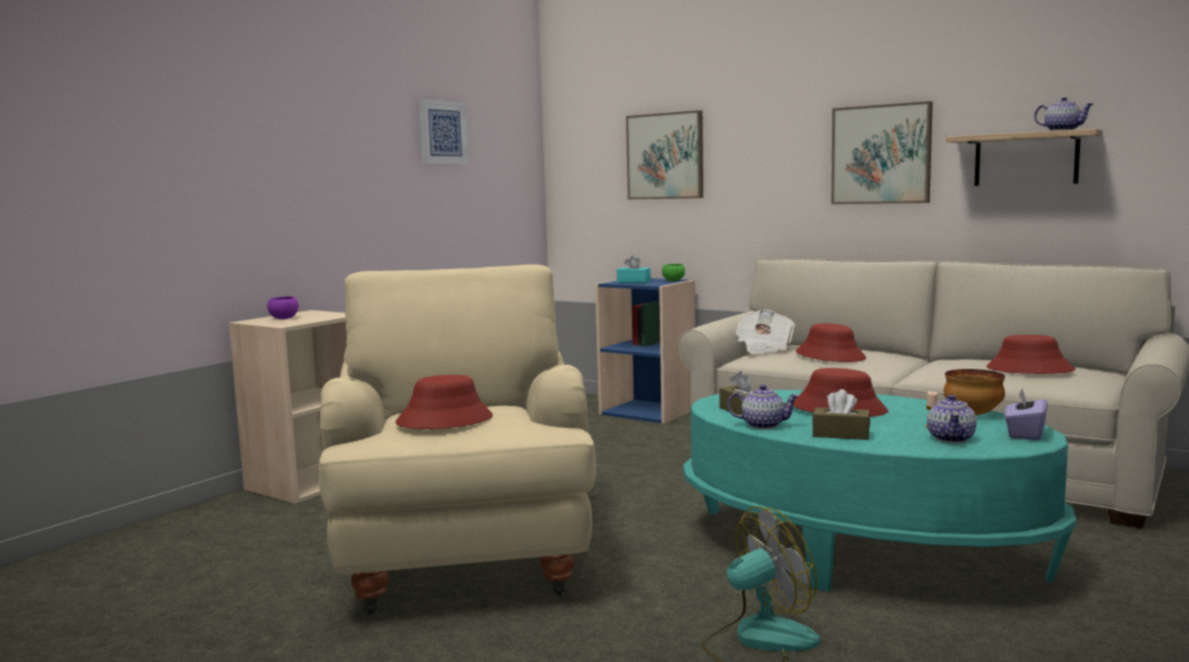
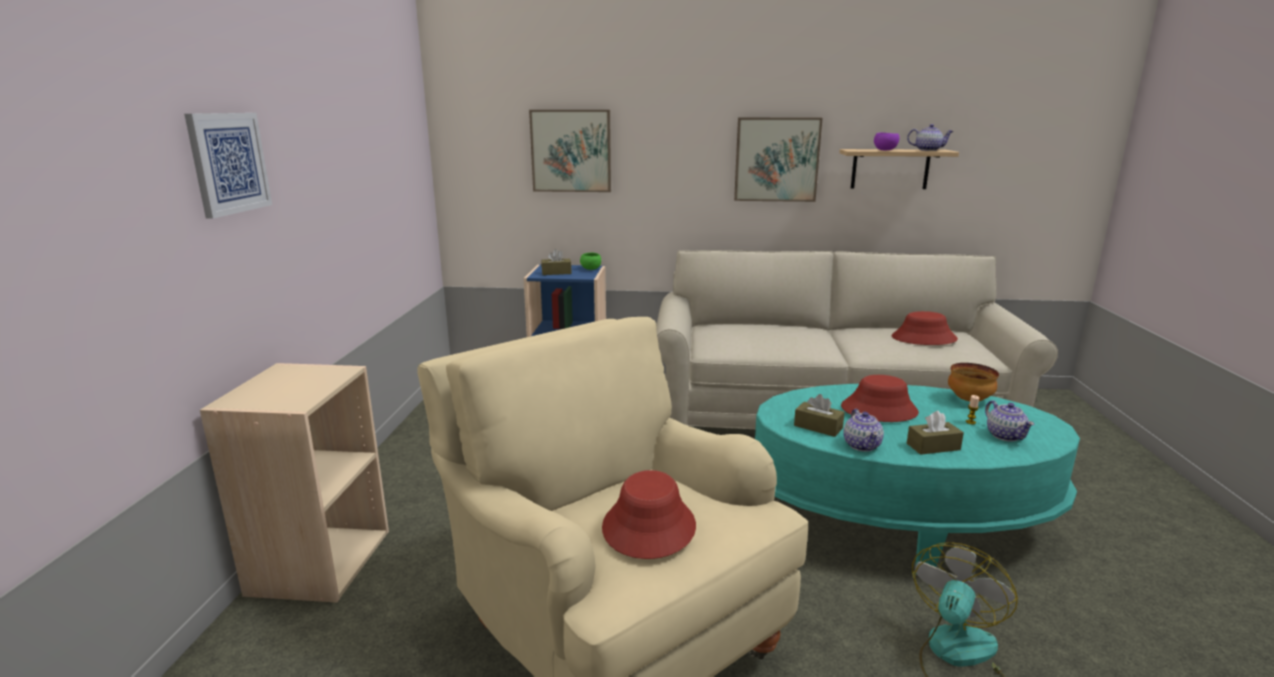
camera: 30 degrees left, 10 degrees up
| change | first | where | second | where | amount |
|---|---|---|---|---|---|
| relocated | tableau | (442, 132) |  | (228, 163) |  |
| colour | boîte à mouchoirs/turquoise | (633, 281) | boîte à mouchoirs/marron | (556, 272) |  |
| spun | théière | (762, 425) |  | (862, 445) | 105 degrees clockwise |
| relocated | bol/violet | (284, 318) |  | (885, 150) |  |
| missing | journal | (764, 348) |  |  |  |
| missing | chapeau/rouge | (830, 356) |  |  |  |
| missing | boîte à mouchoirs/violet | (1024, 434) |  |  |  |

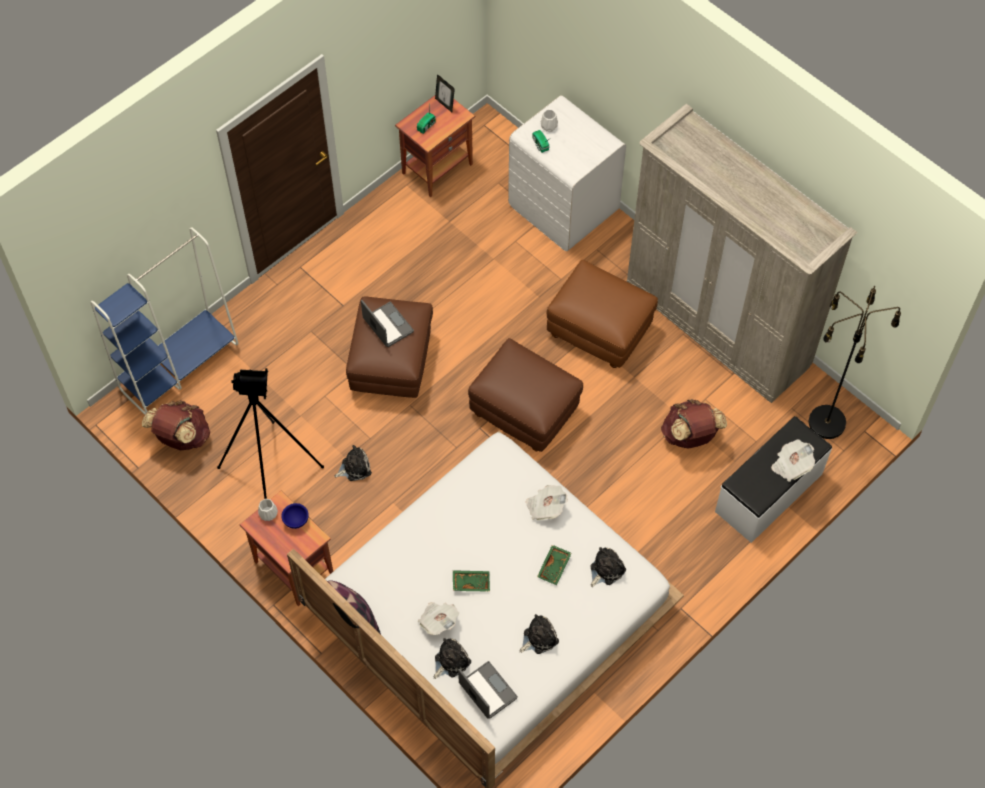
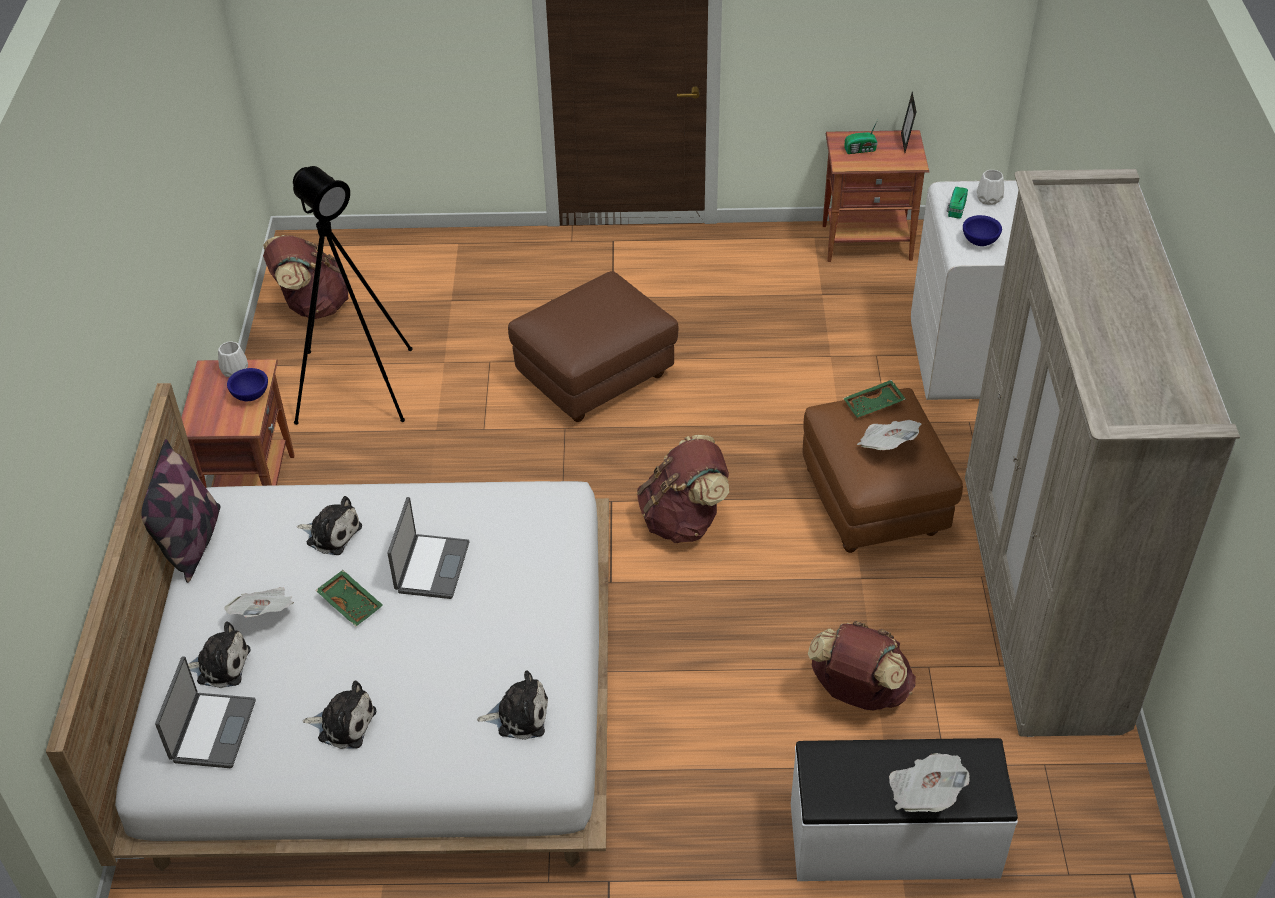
camera: 45 degrees right, 15 degrees down
| change | first | where | second | where | amount |
|---|---|---|---|---|---|
| relocated | peluche | (354, 467) |  | (331, 534) |  |
| relocated | ordinateur portable | (387, 326) |  | (431, 567) |  |
| exchanged | pouf/marron | (525, 411) | sac à dos/marron | (683, 521) |  |
| relocated | plateau/vert | (554, 567) |  | (874, 405) |  |
| relocated | journal | (545, 507) |  | (887, 445) |  |
| appeared |  |  | bol/bleu | (979, 241) |  |
| missing | portant/bleu | (180, 368) |  |  |  |
| missing | lampadaire | (826, 422) |  |  |  |

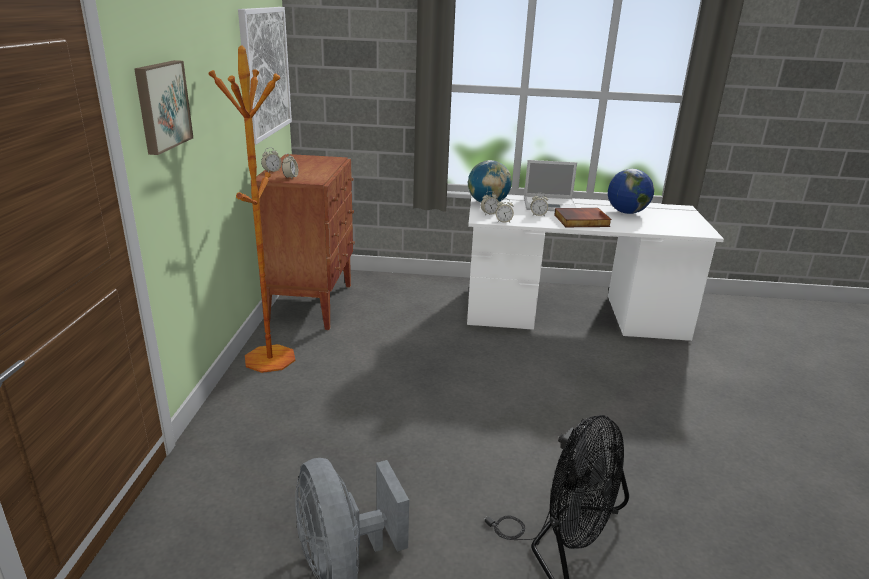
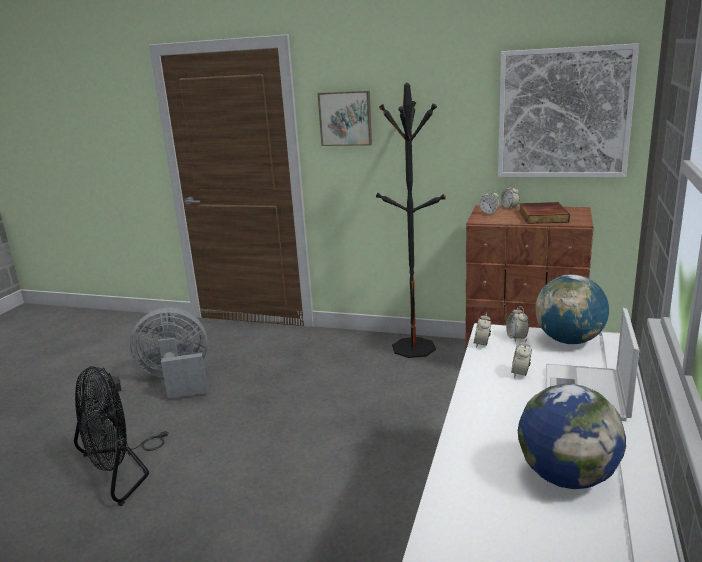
camera: 105 degrees right, 5 degrees down
| change | first | where | second | where | amount |
|---|---|---|---|---|---|
| colour | portant/orange | (270, 358) | portant/noir | (414, 347) |  |
| relocated | livre | (581, 221) |  | (541, 216) |  |

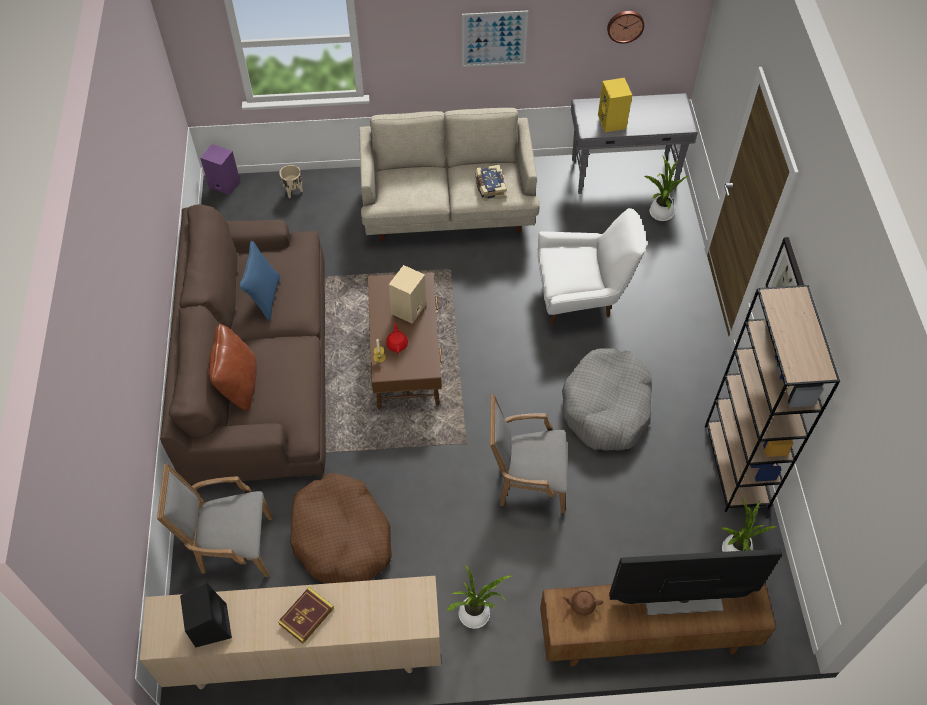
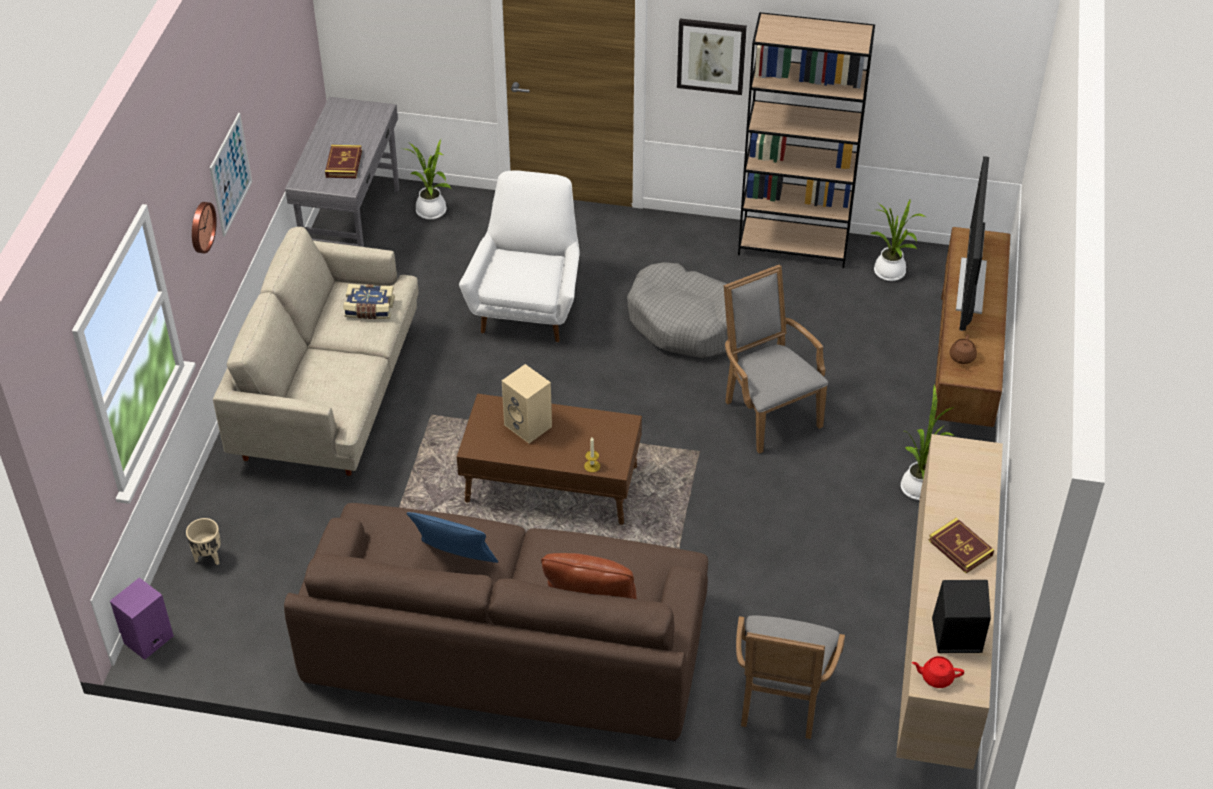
camera: 75 degrees left, 10 degrees down
| change | first | where | second | where | amount |
|---|---|---|---|---|---|
| relocated | horloge murale | (625, 25) |  | (201, 227) |  |
| exchanged | enceinte/jaune | (612, 122) | livre | (344, 164) |  |
| spun | fauteuil/gris | (526, 483) |  | (767, 411) | 135 degrees clockwise |
| relocated | théière/rouge | (397, 344) |  | (936, 677) |  |
| missing | panier pour chien/marron | (342, 537) |  |  |  |

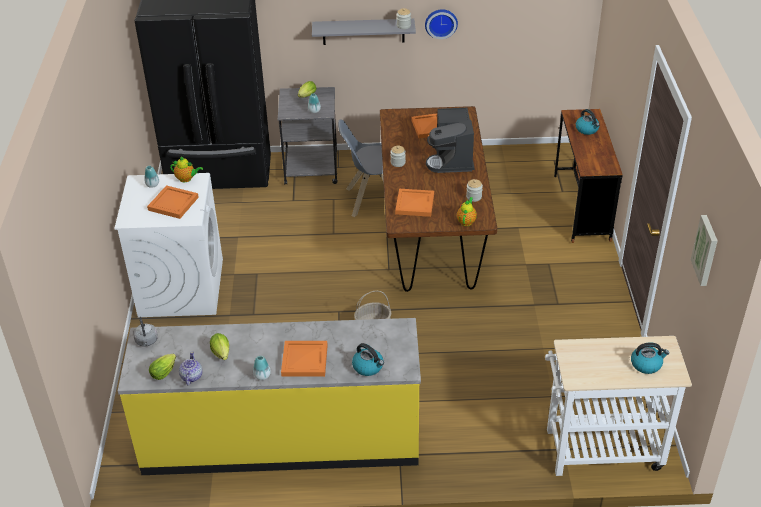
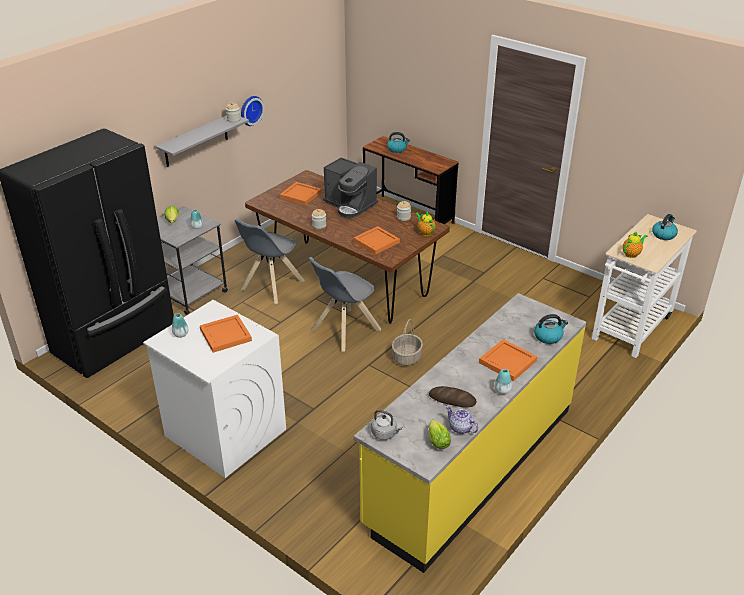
camera: 50 degrees left, 5 degrees down
| change | first | where | second | where | amount |
|---|---|---|---|---|---|
| appeared |  |  | chaise/gris | (344, 330) |  |
| exchanged | laitue | (222, 354) | pain | (452, 399) |  |
| relocated | théière | (186, 179) |  | (632, 254) |  |
| missing | tableau | (706, 250) |  |  |  |

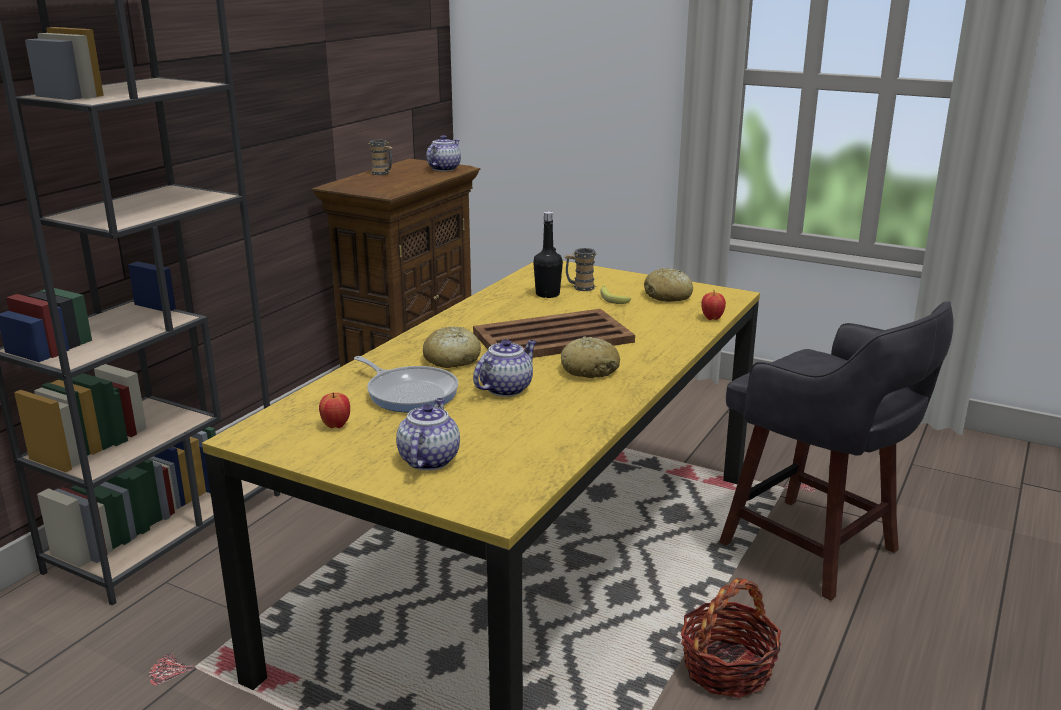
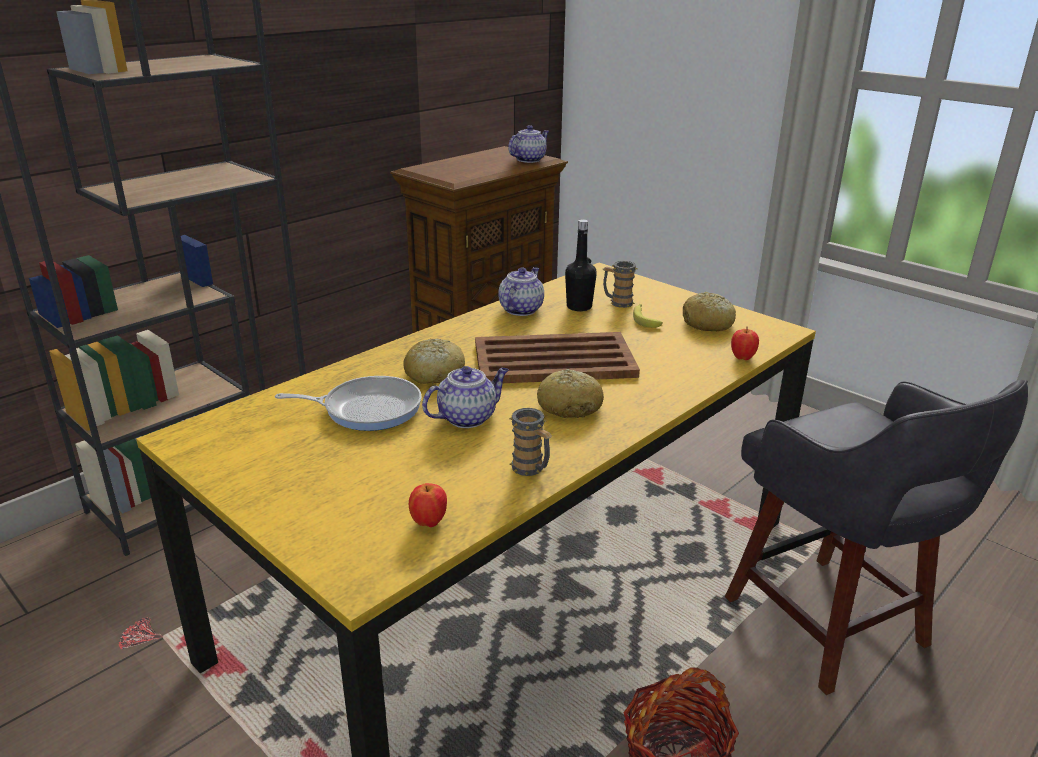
camera: 15 degrees right, 5 degrees up
| change | first | where | second | where | amount |
|---|---|---|---|---|---|
| spun | poêle | (409, 393) |  | (367, 409) | 60 degrees counterclockwise |
| relocated | pomme | (336, 426) |  | (429, 522) |  |
| relocated | théière | (428, 459) |  | (521, 309) |  |
| relocated | mug | (382, 173) |  | (531, 469) |  |

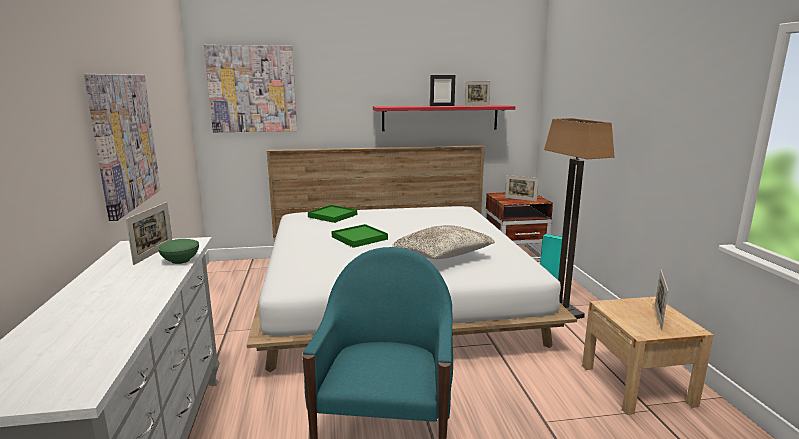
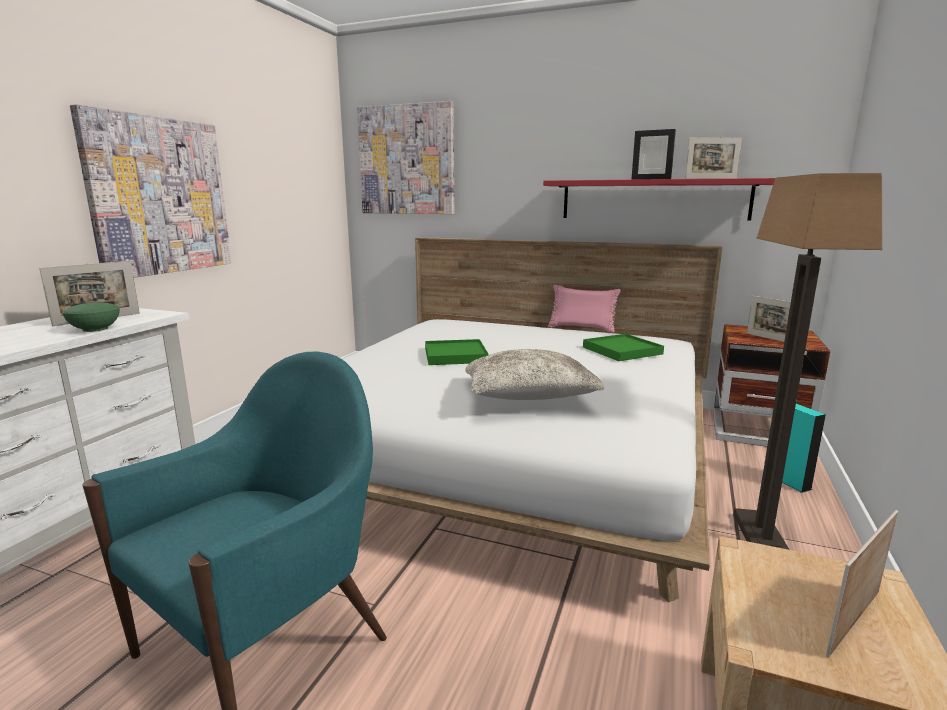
camera: 30 degrees right, 0 degrees up
| change | first | where | second | where | amount |
|---|---|---|---|---|---|
| appeared |  |  | coussin/rose | (582, 328) |  |
| relocated | plateau/vert | (332, 216) |  | (622, 351) |  |

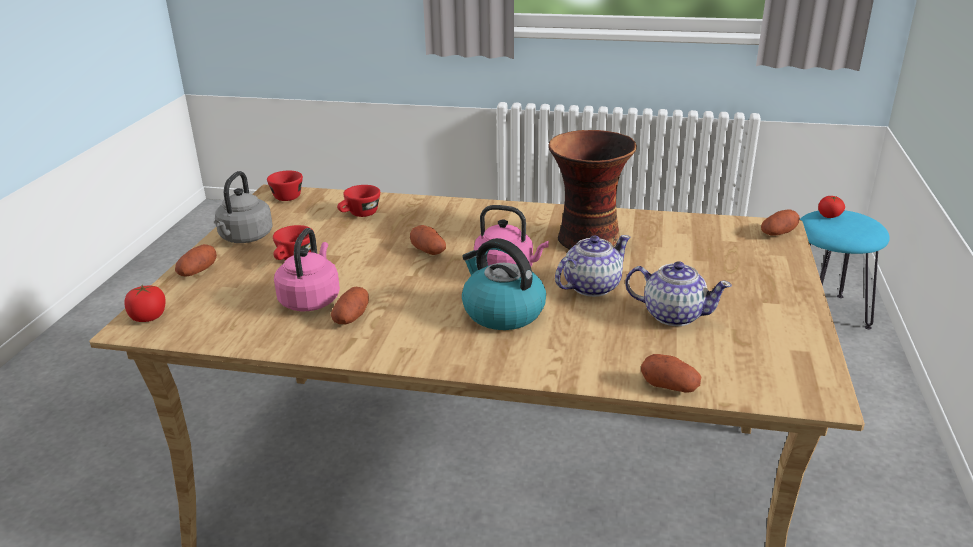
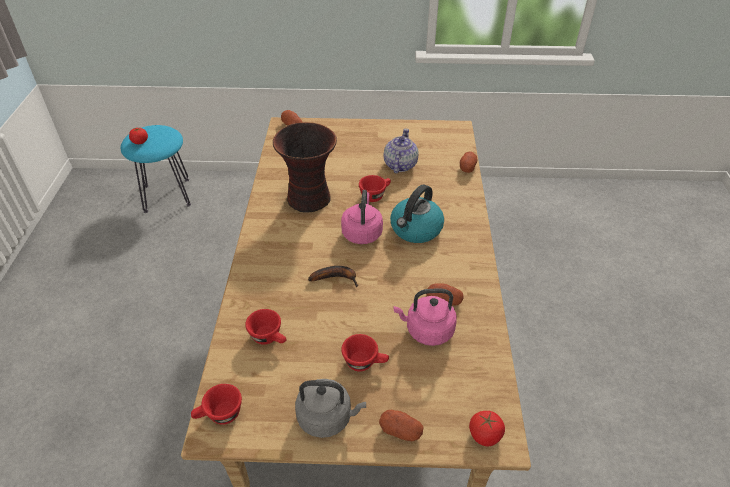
camera: 100 degrees left, 15 degrees up
| change | first | where | second | where | amount |
|---|---|---|---|---|---|
| exchanged | pomme de terre | (428, 251) | banane | (336, 278) |  |
| exchanged | théière | (591, 287) | tasse/rouge | (375, 195) |  |

